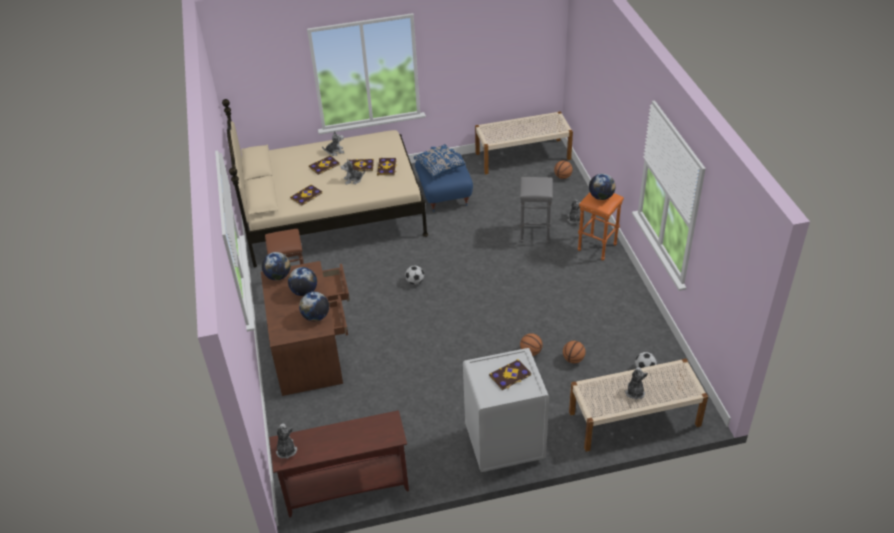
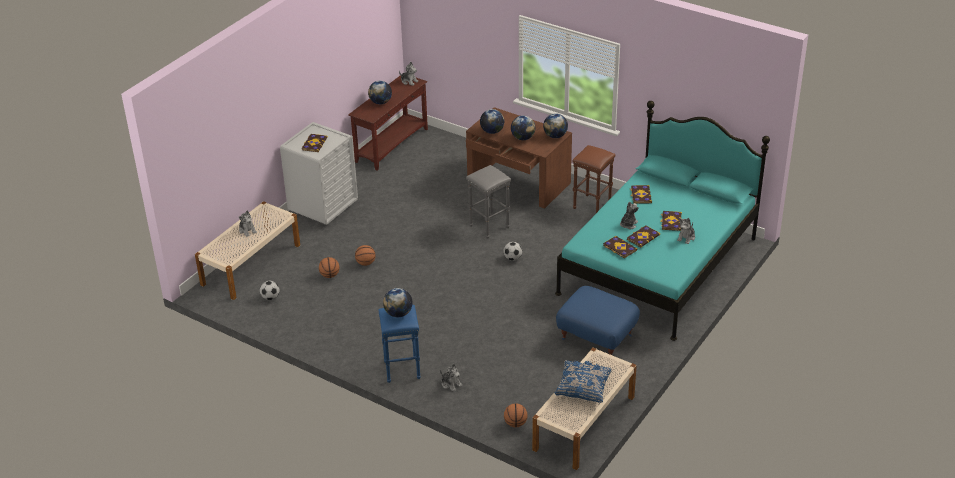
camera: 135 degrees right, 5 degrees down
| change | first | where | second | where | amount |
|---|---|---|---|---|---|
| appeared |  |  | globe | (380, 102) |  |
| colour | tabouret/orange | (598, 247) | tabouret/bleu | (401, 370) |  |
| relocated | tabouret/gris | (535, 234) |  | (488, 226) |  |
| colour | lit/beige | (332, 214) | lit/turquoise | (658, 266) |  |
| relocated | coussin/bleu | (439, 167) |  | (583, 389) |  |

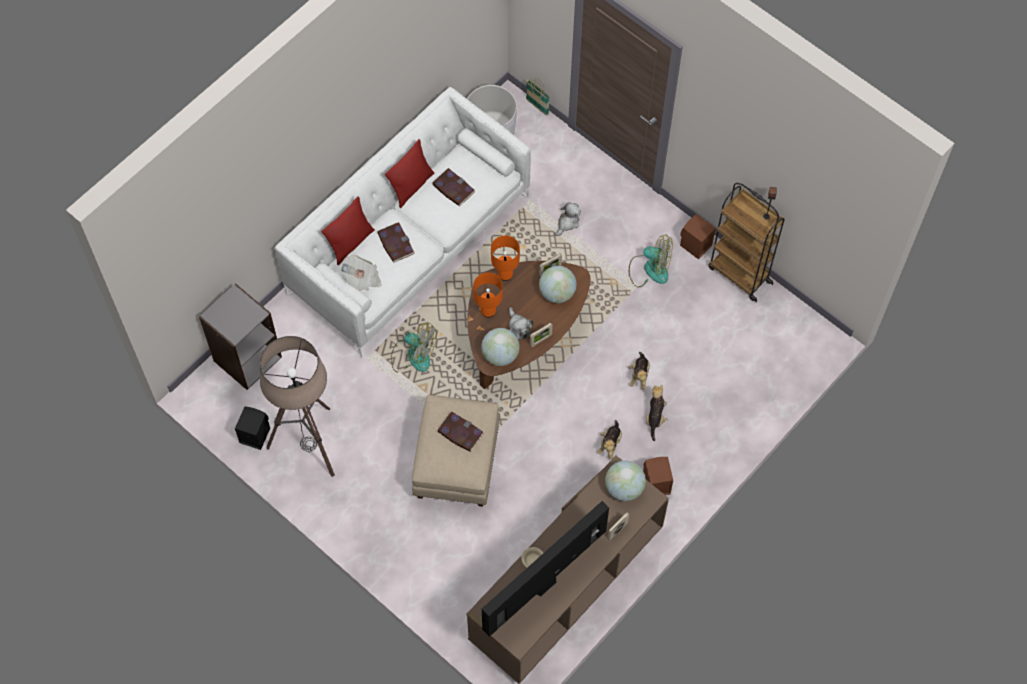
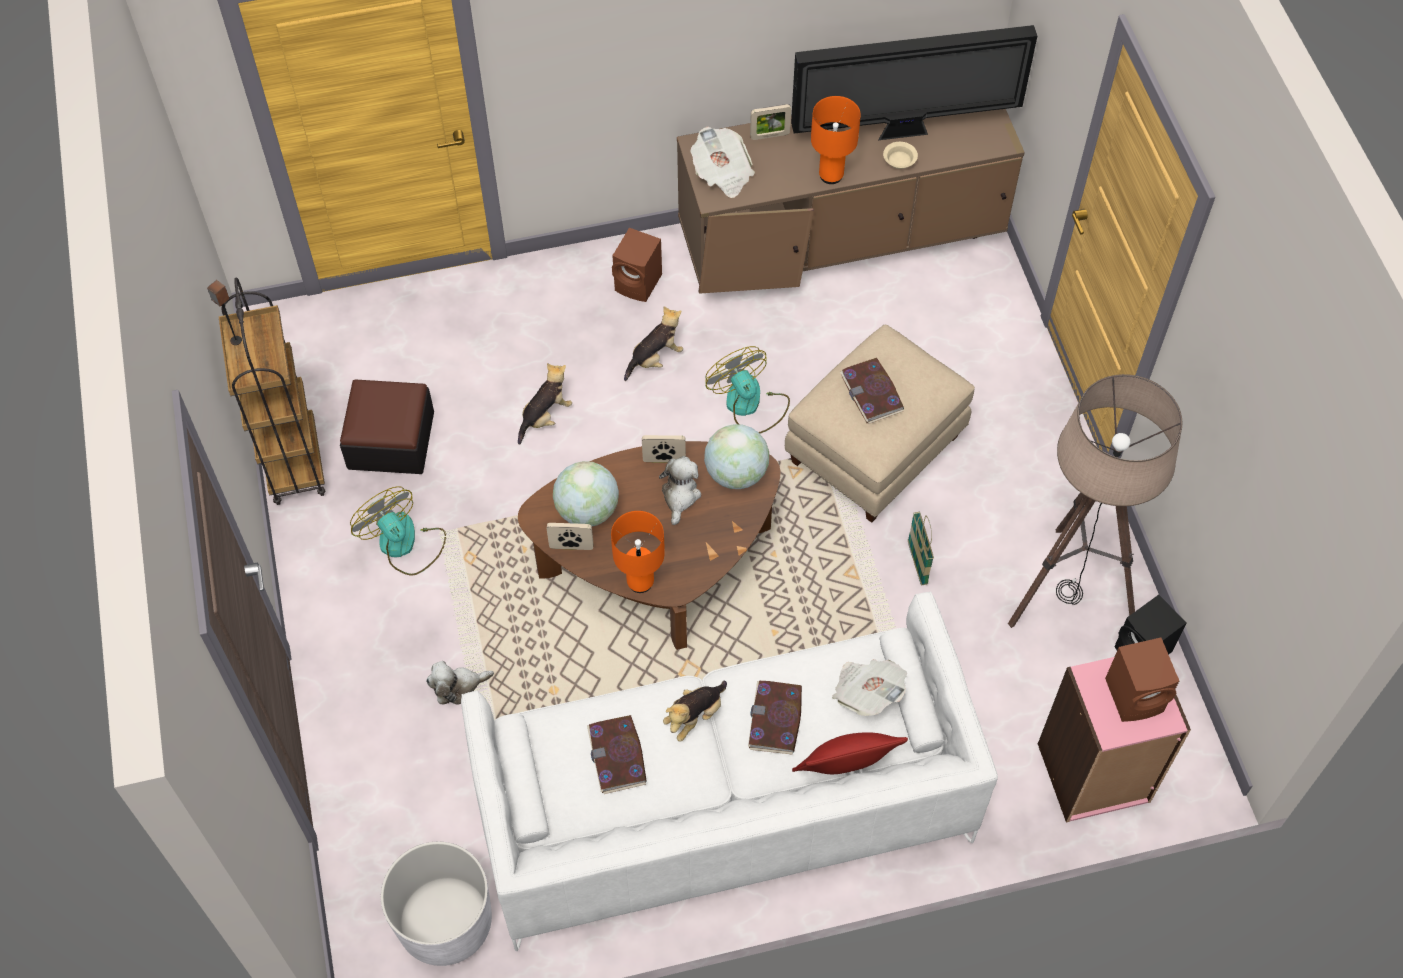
camera: 145 degrees left, 5 degrees down
| change | first | where | second | where | amount |
|---|---|---|---|---|---|
| appeared |  |  | pouf | (391, 440) |  |
| relocated | peluche | (655, 417) |  | (695, 716) |  |
| exchanged | globe | (624, 488) | journal | (722, 173) |  |
| relocated | ventilateur | (413, 355) |  | (749, 405) |  |
| relocated | lampe de table/orange | (488, 311) |  | (830, 176) |  |
| relocated | panier | (537, 106) |  | (917, 563) |  |
| colour | bibliothèque/gris | (247, 358) | bibliothèque/rose | (1093, 774) |  |
| relocated | enceinte/marron | (694, 246) |  | (1136, 695) |  |
| missing | coussin/rouge | (411, 186) |  |  |  |

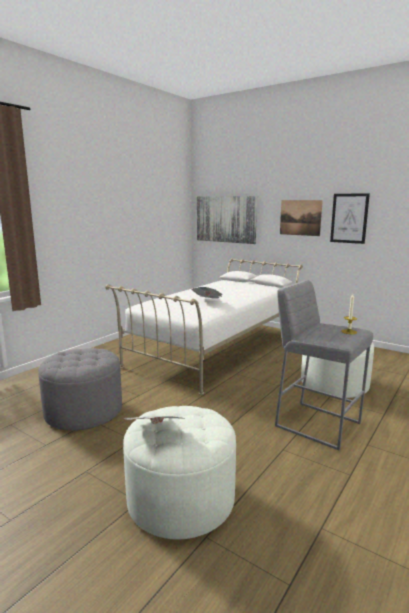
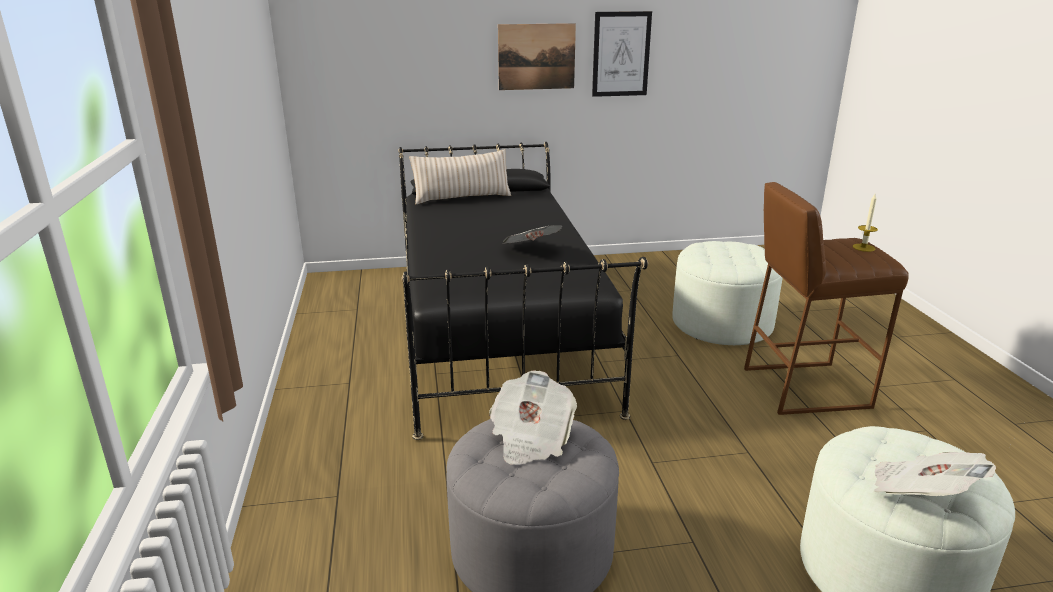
camera: 45 degrees left, 10 degrees up
| change | first | where | second | where | amount |
|---|---|---|---|---|---|
| colour | lit/blanc | (216, 349) | lit/noir | (496, 333) |  |
| appeared |  |  | coussin/beige | (462, 198) |  |
| appeared |  |  | journal | (531, 438) |  |
| colour | tabouret/gris | (316, 424) | tabouret/marron | (803, 388) |  |
| missing | tableau | (226, 219) |  |  |  |

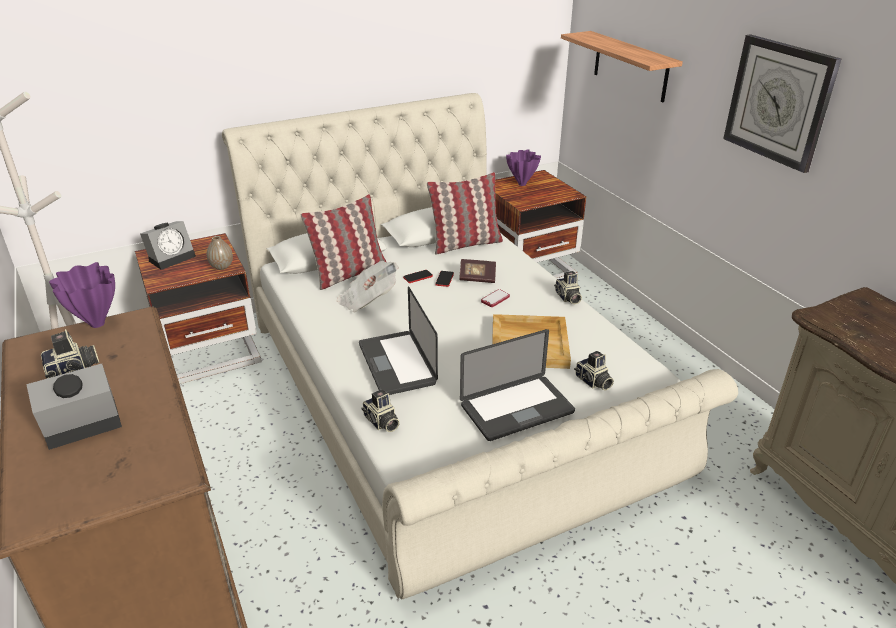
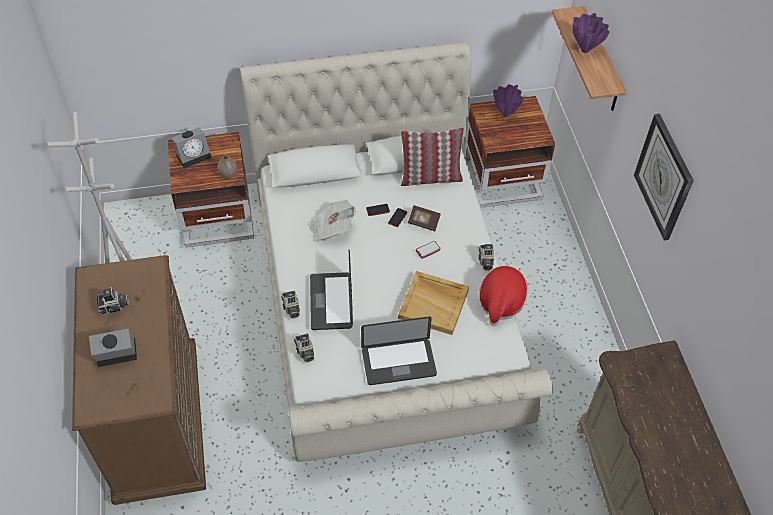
camera: 15 degrees right, 20 degrees up
| change | first | where | second | where | amount |
|---|---|---|---|---|---|
| relocated | appareil photo | (593, 382) |  | (291, 308) |  |
| appeared |  |  | chapeau | (501, 302) |  |
| relocated | vase/violet | (96, 324) |  | (584, 50) |  |
| missing | coussin | (349, 274) |  |  |  |

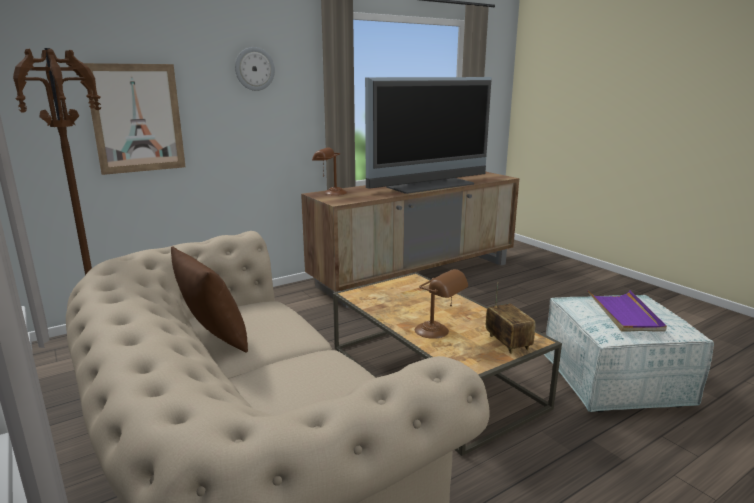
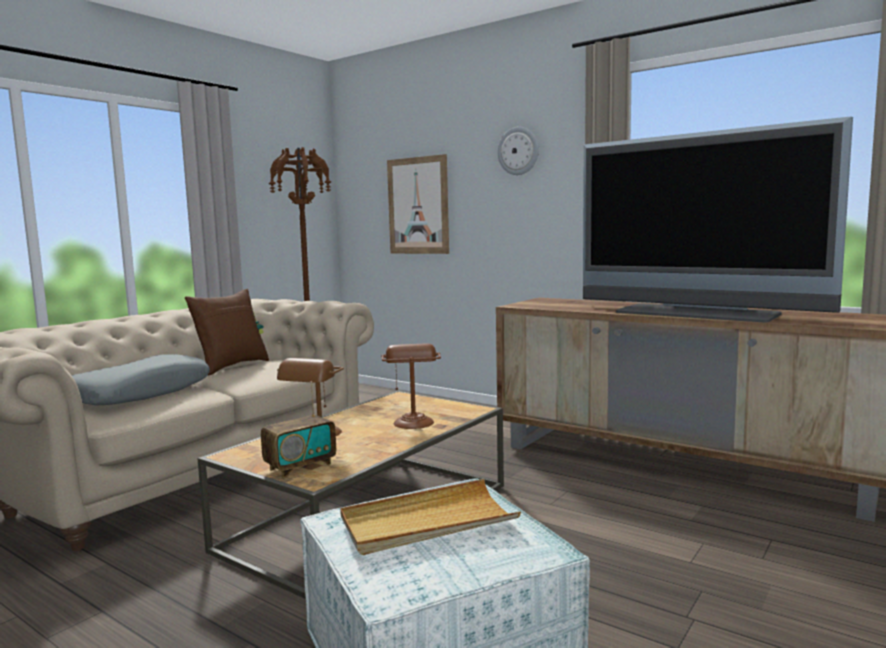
camera: 70 degrees right, 10 degrees down
| change | first | where | second | where | amount |
|---|---|---|---|---|---|
| appeared |  |  | coussin/gris | (140, 393) |  |
| colour | plateau/violet | (624, 313) | plateau/beige | (427, 522) |  |
| relocated | lampe de table/marron | (330, 192) |  | (412, 420) |  |

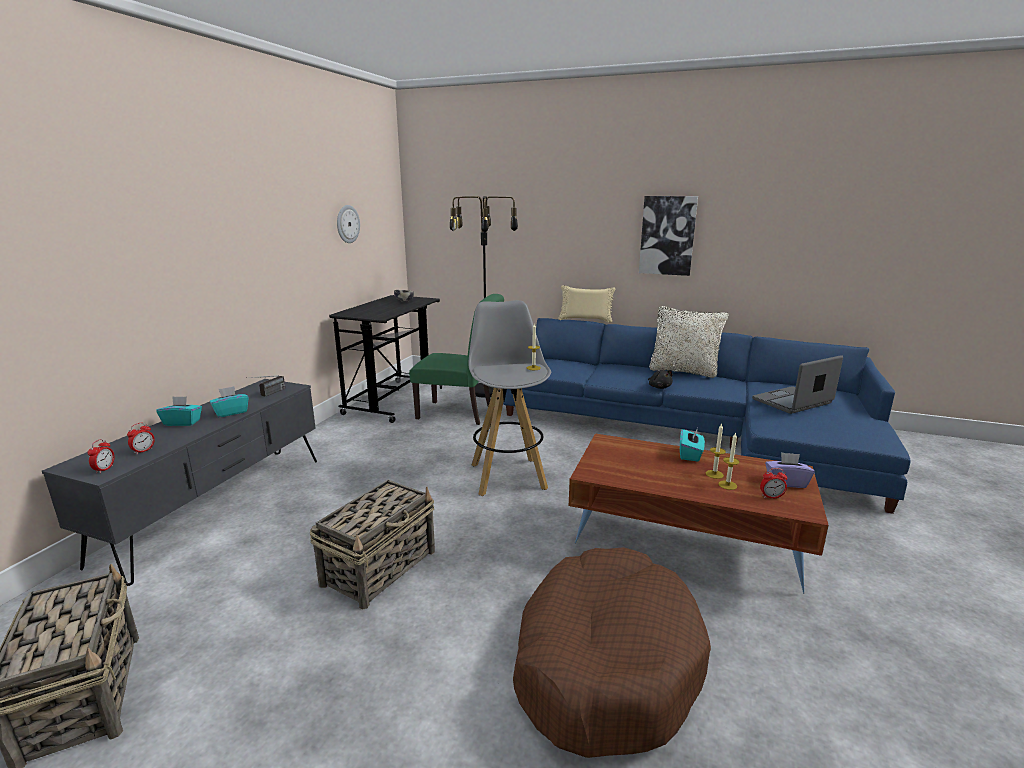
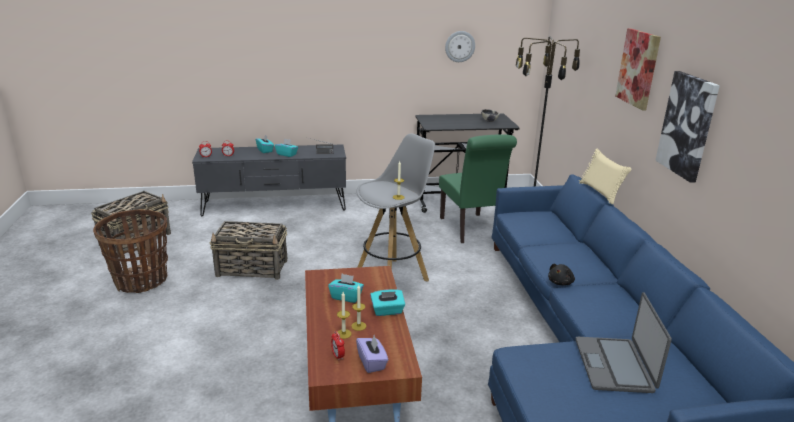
camera: 60 degrees right, 5 degrees up
| change | first | where | second | where | amount |
|---|---|---|---|---|---|
| appeared |  |  | panier | (141, 281) |  |
| appeared |  |  | boîte à mouchoirs/turquoise | (346, 297) |  |
| spun | ordinateur portable | (793, 402) |  | (615, 365) | 120 degrees counterclockwise |
| appeared |  |  | tableau | (638, 68) |  |
| missing | panier pour chien/marron | (605, 662) |  |  |  |
| missing | coussin/beige | (684, 372) |  |  |  |

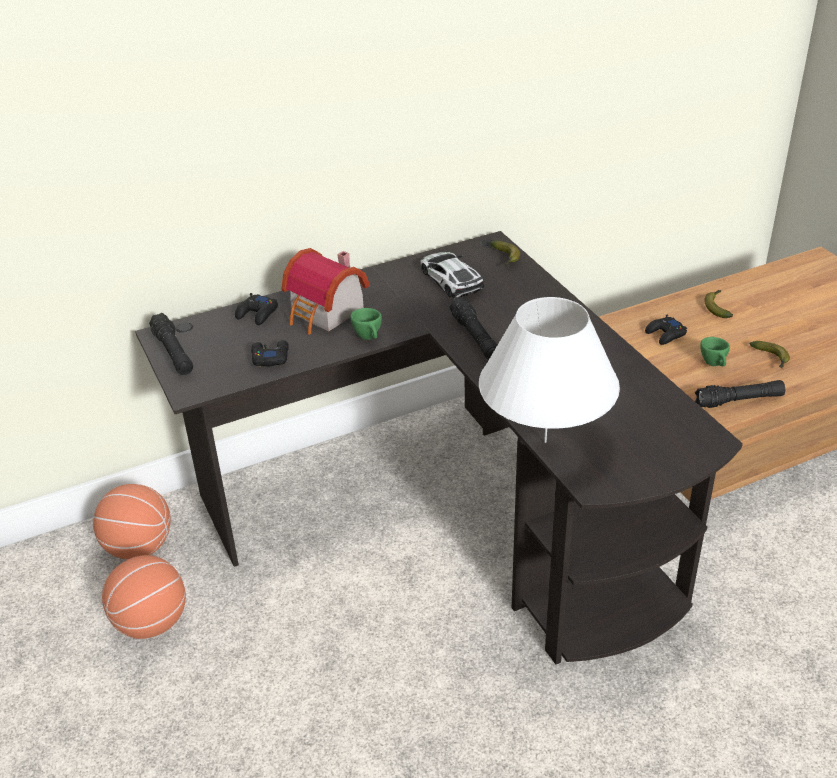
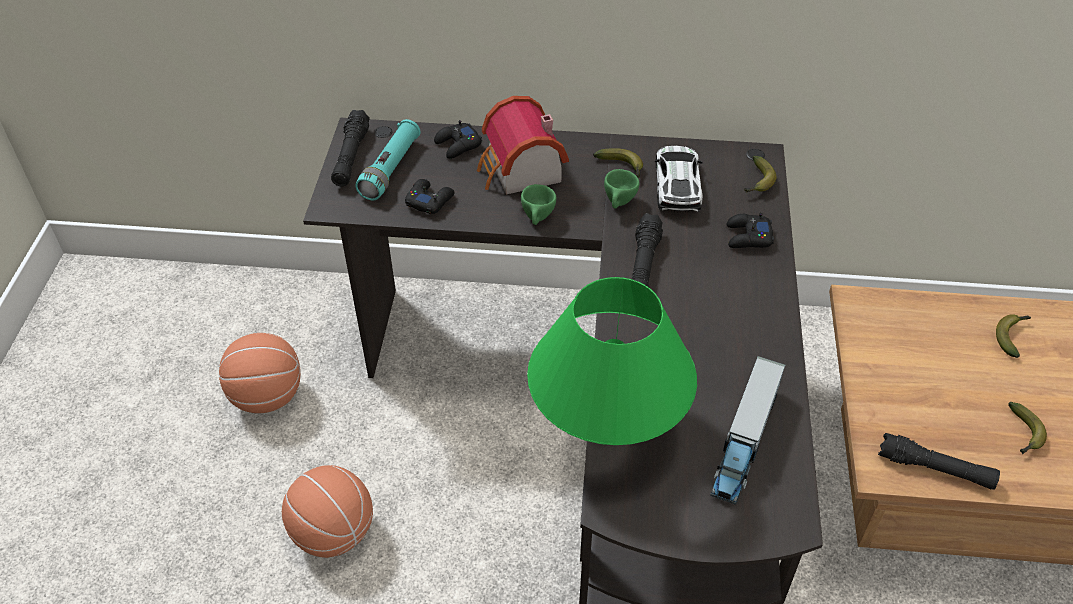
camera: 30 degrees right, 10 degrees up
| change | first | where | second | where | amount |
|---|---|---|---|---|---|
| relocated | ballon de basket | (138, 547) |  | (333, 532) |  |
| appeared |  |  | lampe de poche/turquoise | (391, 169) |  |
| colour | lampe de table/blanc | (545, 441) | lampe de table/vert | (607, 428) |  |
| appeared |  |  | banane | (622, 167) |  |
| relocated | tasse/vert | (714, 365) |  | (619, 204) |  |
| appeared |  |  | camion jouet | (744, 441) |  |
| relocated | manette/noir | (665, 334) |  | (748, 237) |  |

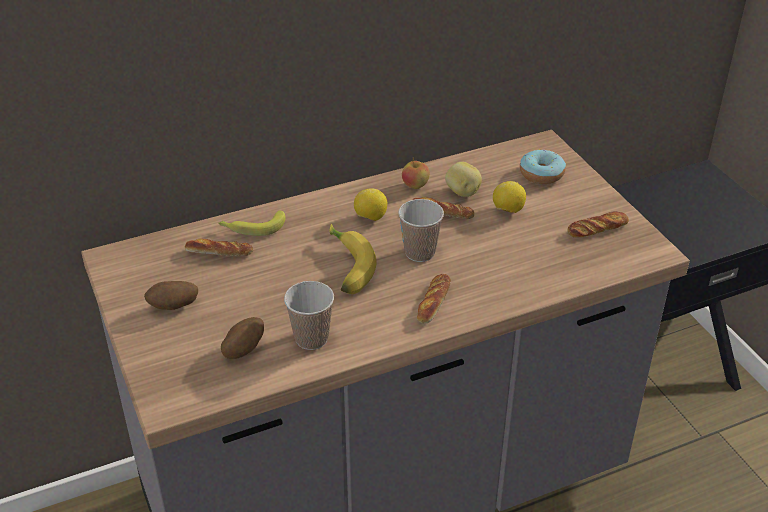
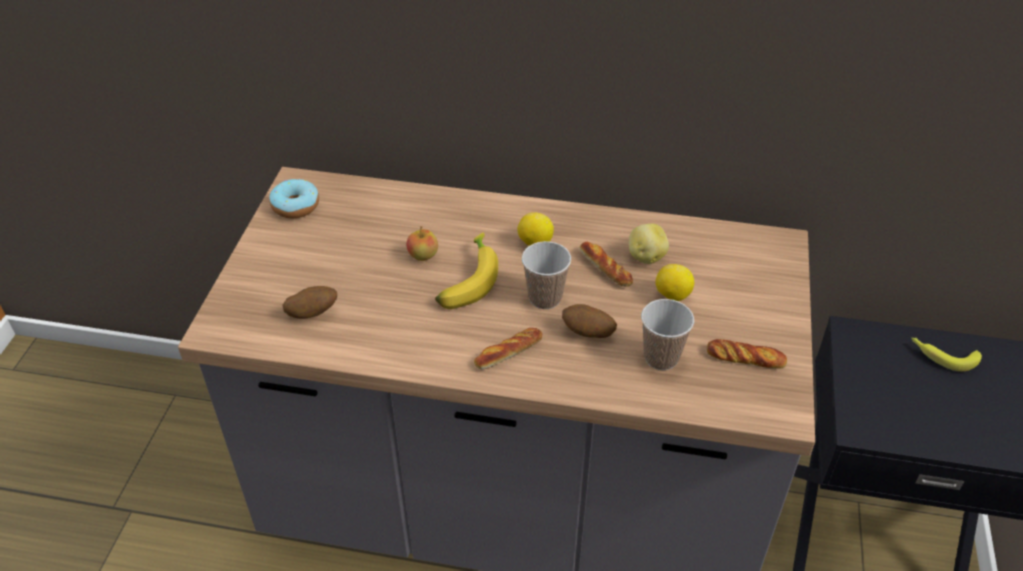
camera: 35 degrees right, 5 degrees up
| change | first | where | second | where | amount |
|---|---|---|---|---|---|
| relocated | beignet | (541, 174) |  | (296, 206) |  |
| relocated | pomme | (415, 185) |  | (423, 256) |  |
| relocated | pomme de terre | (173, 307) |  | (587, 333) |  |
| relocated | tasse | (311, 338) |  | (661, 357) |  |
| relocated | banane | (252, 227) |  | (942, 355) |  |
| missing | pain | (219, 252) |  |  |  |

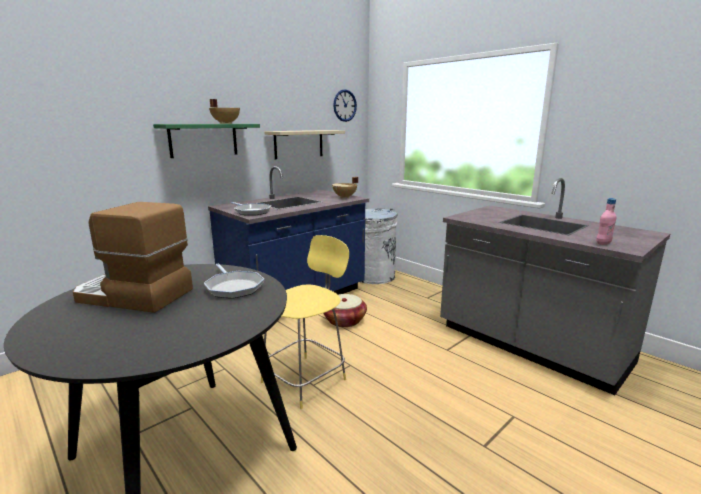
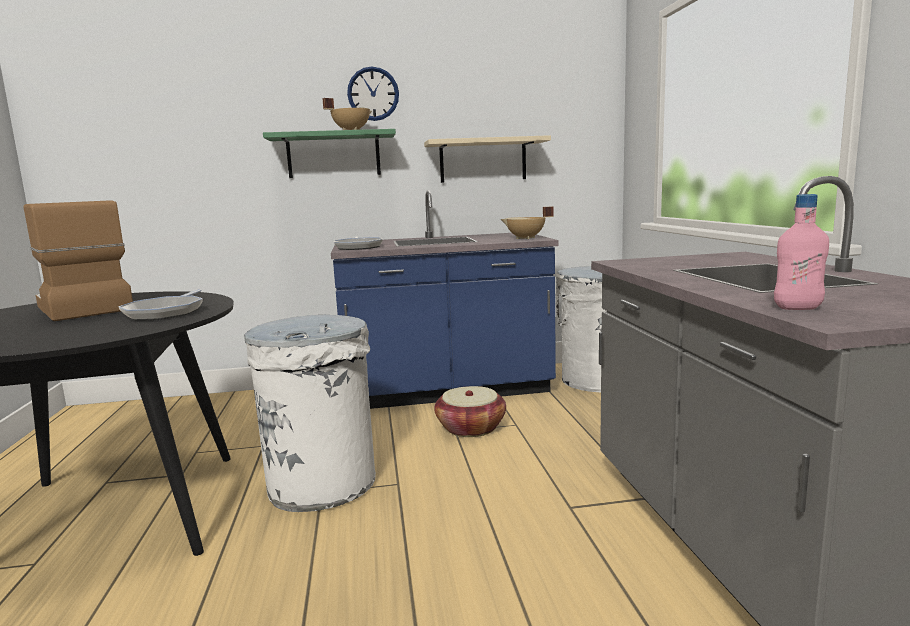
camera: 35 degrees right, 5 degrees down
| change | first | where | second | where | amount |
|---|---|---|---|---|---|
| exchanged | tabouret/jaune | (306, 379) | poubelle/blanc | (323, 483) |  |
| relocated | horloge murale | (344, 105) |  | (373, 94) |  |

